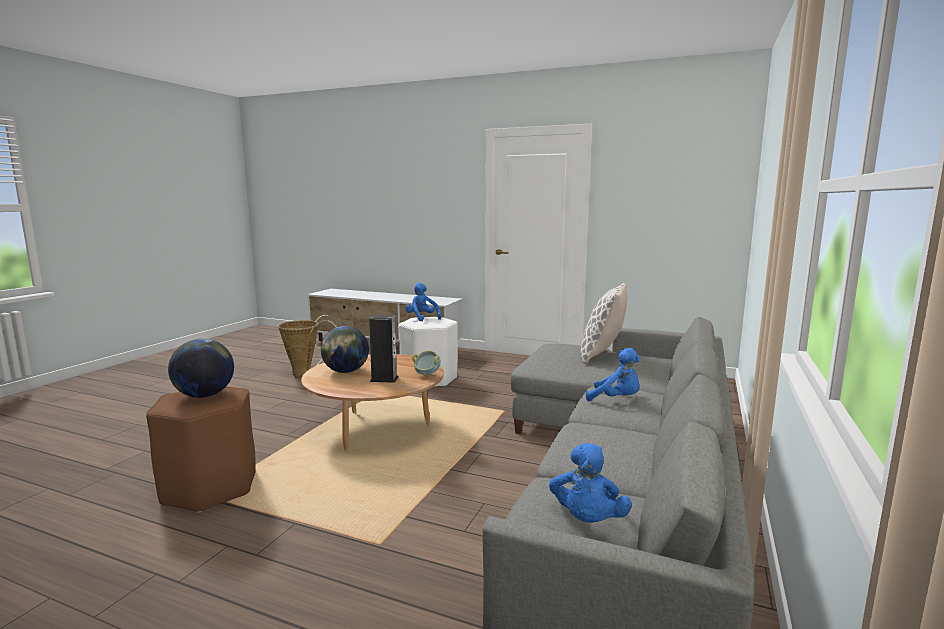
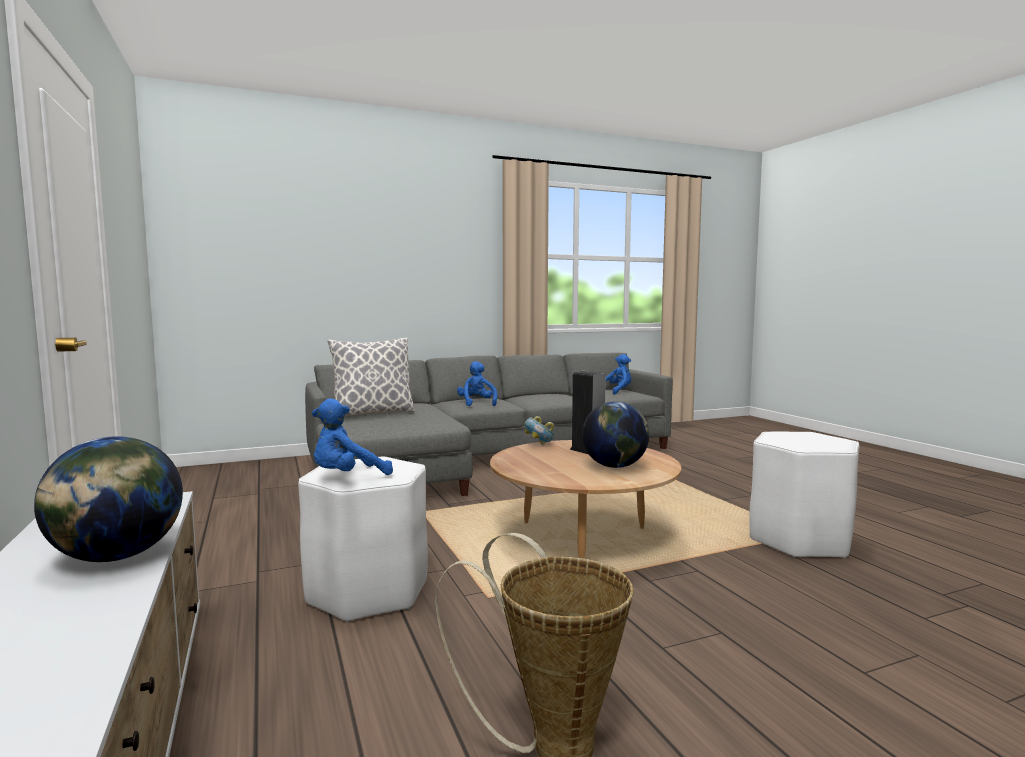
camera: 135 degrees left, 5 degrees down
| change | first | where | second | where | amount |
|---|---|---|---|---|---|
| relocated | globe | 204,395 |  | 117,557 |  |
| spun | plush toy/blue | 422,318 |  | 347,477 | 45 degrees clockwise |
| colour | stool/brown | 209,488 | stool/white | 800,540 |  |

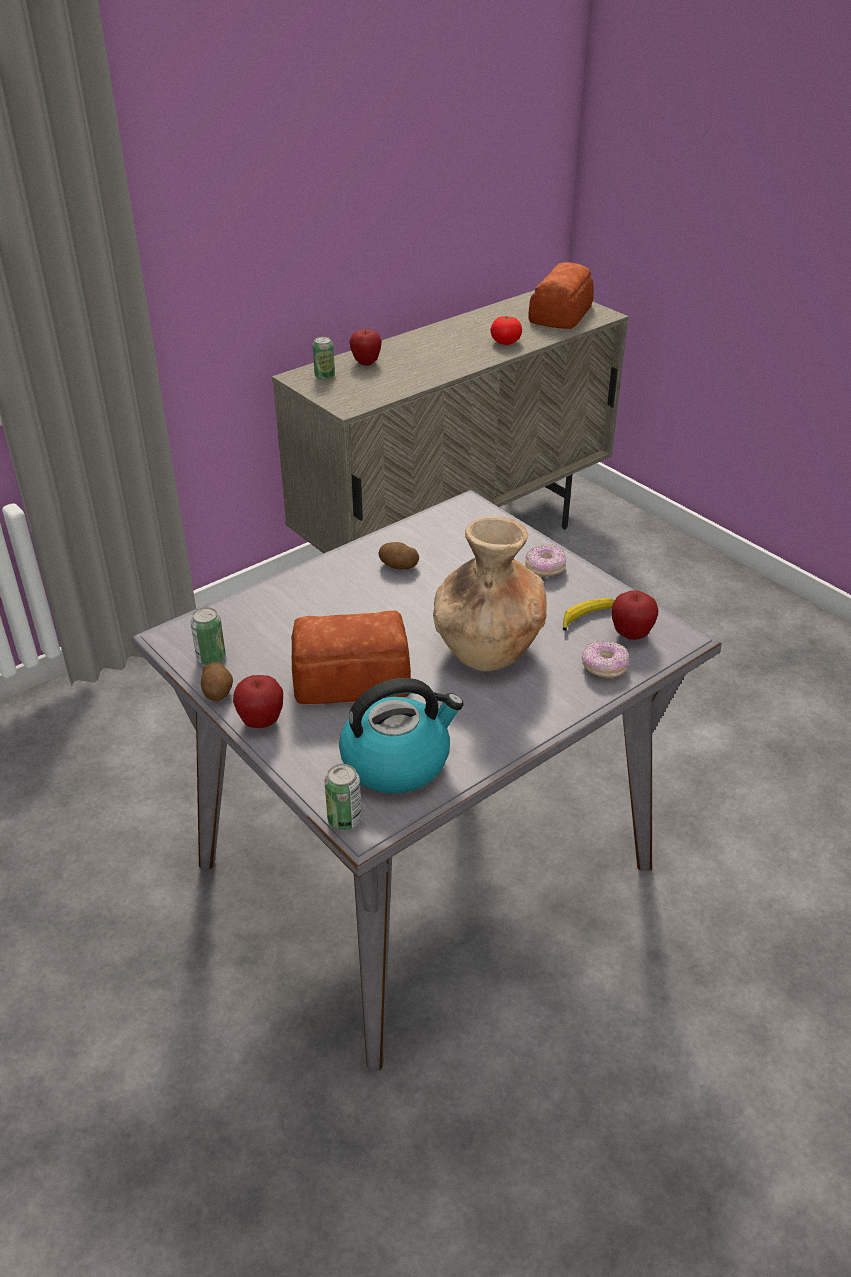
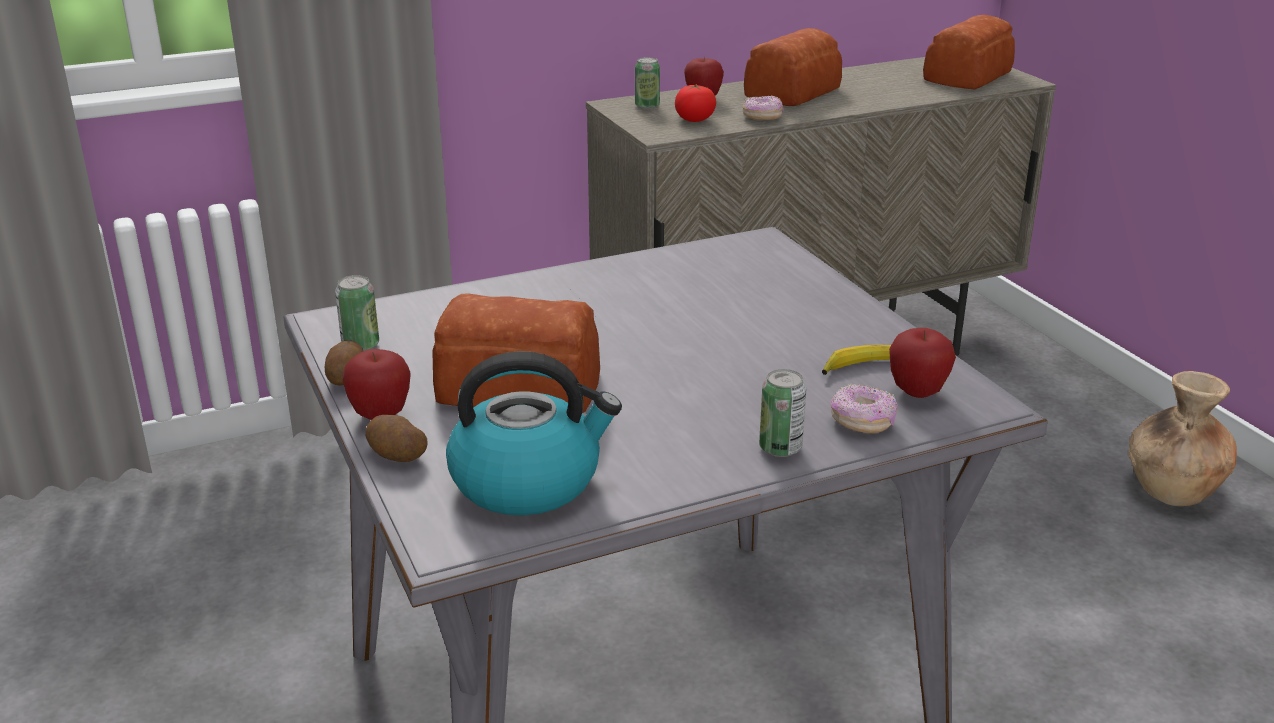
camera: 15 degrees right, 10 degrees down
| change | first | where | second | where | amount |
|---|---|---|---|---|---|
| relocated | potato | 398,566 |  | 396,455 |  |
| relocated | tomato | 505,342 |  | 695,119 |  |
| relocated | donut | 545,569 |  | 762,117 |  |
| appeared |  |  | bread | 789,92 |  |
| relocated | can | 344,819 |  | 780,448 |  |
| relocated | vase/brown | 488,647 |  | 1173,488 |  |

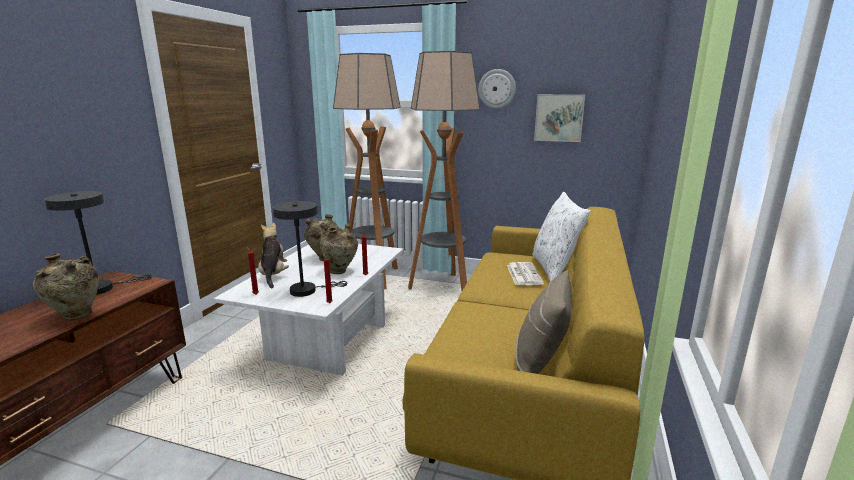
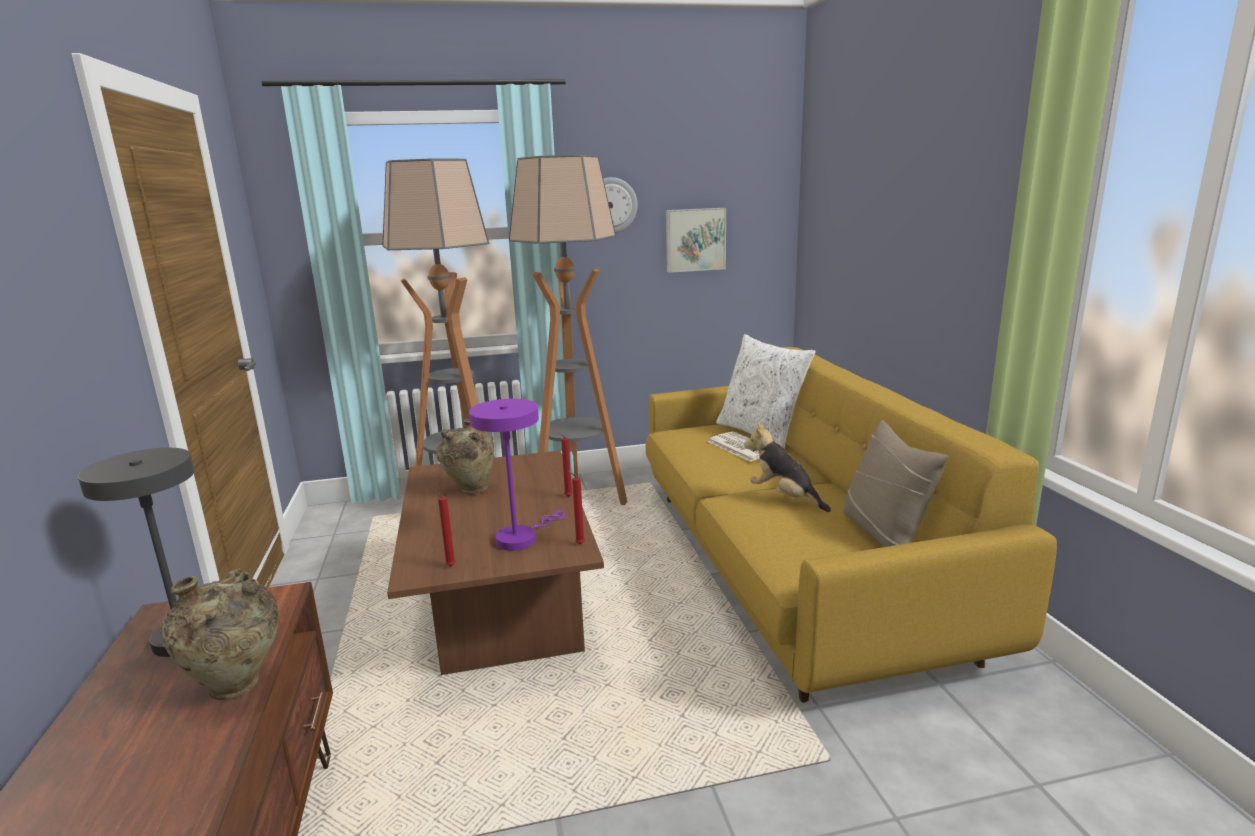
camera: 30 degrees left, 0 degrees up
| change | first | where | second | where | amount |
|---|---|---|---|---|---|
| colour | coffee table/white | 326,340 | coffee table/brown | 502,617 |  |
| colour | table lamp/grey | 307,290 | table lamp/purple | 520,537 |  |
| relocated | plush toy | 273,275 |  | 784,497 |  |
| missing | vase/beige | 340,271 |  |  |  |

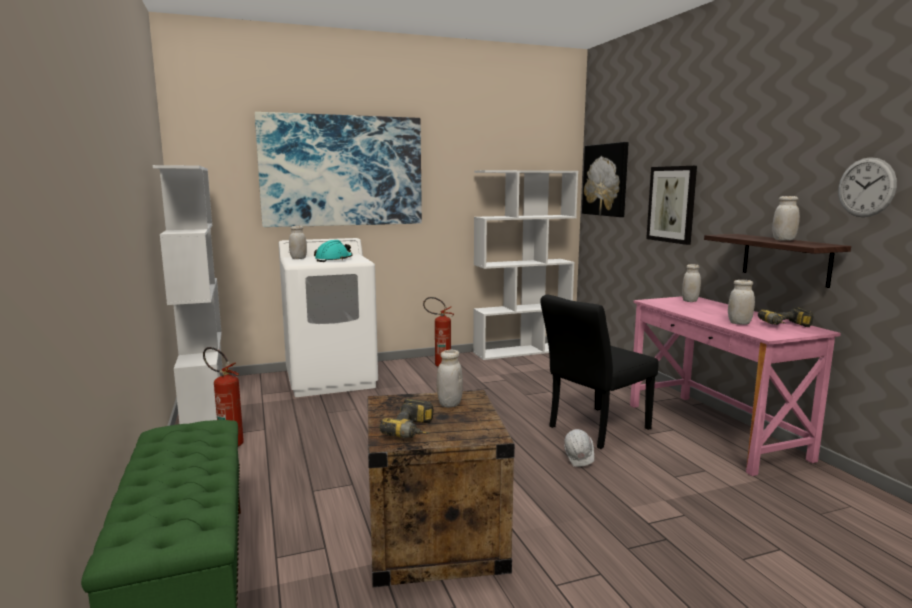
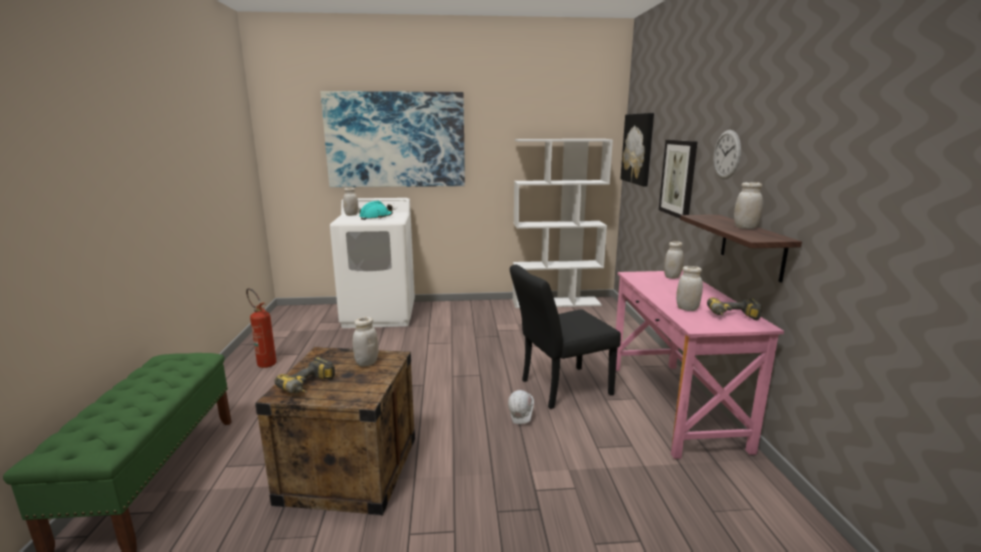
camera: 15 degrees right, 5 degrees up
| change | first | where | second | where | amount |
|---|---|---|---|---|---|
| relocated | wall clock | 866,187 |  | 727,154 |  |
| missing | bookcase/white | 204,404 |  |  |  |
| missing | fire extinguisher | 438,365 |  |  |  |

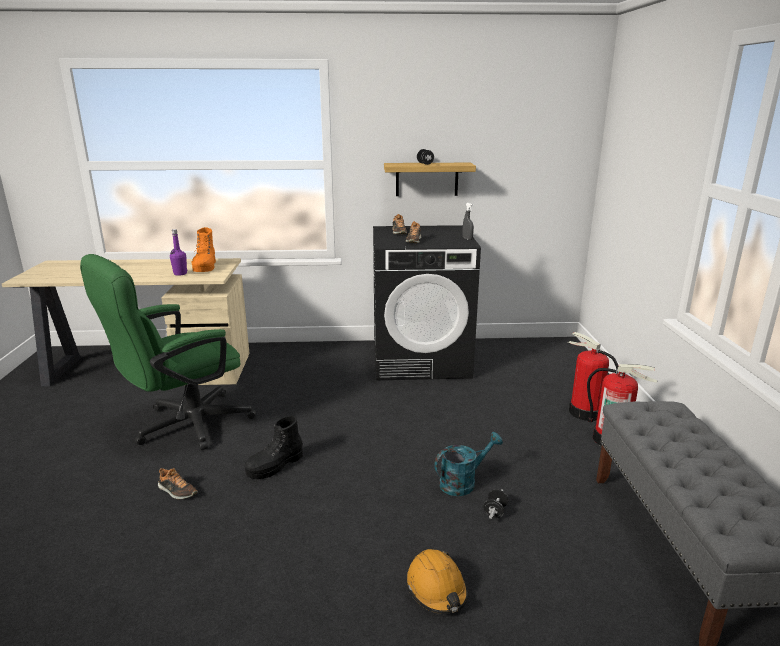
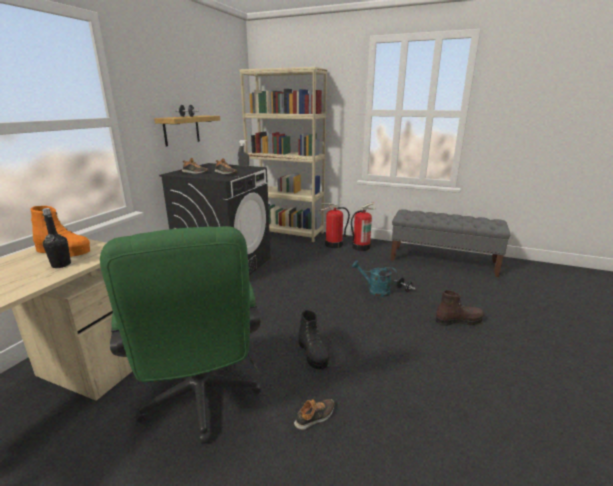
camera: 65 degrees left, 0 degrees up
| change | first | where | second | where | amount |
|---|---|---|---|---|---|
| colour | bottle/purple | 180,274 | bottle/black | 61,265 |  |
| appeared |  |  | bookcase/beige | 287,232 |  |
| spun | watering can/turquoise | 463,482 |  | 375,290 | 60 degrees counterclockwise |
| exchanged | hard hat/orange | 437,589 | boot/brown | 458,321 |  |

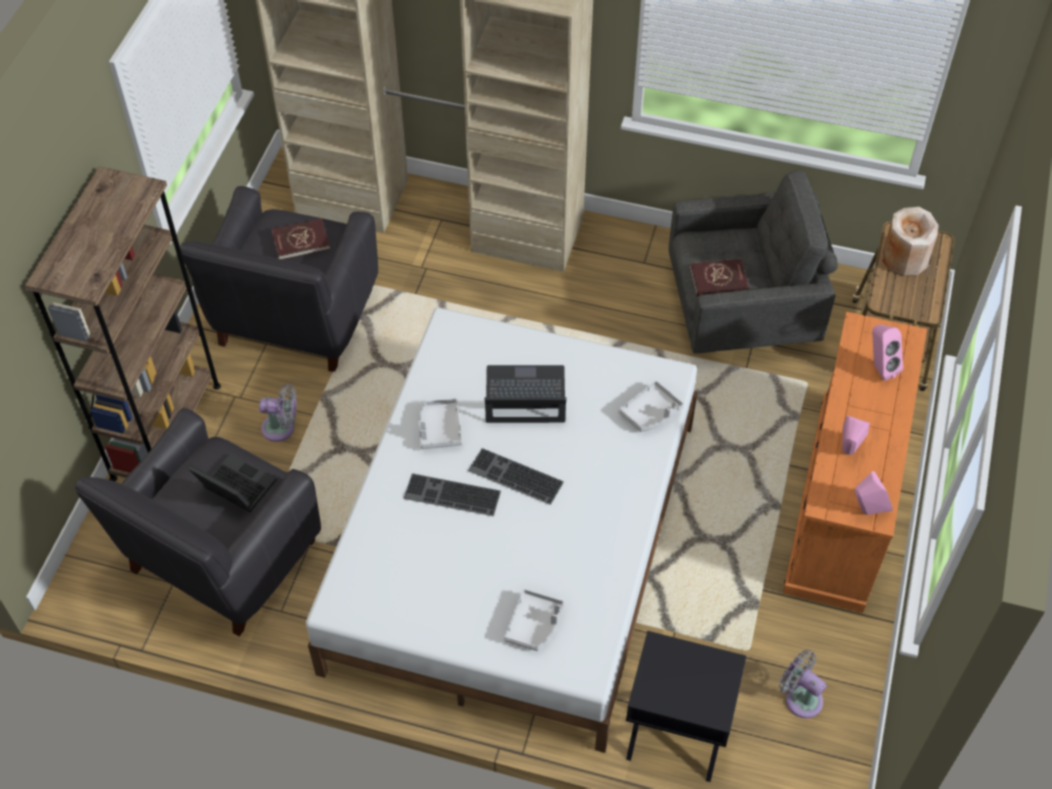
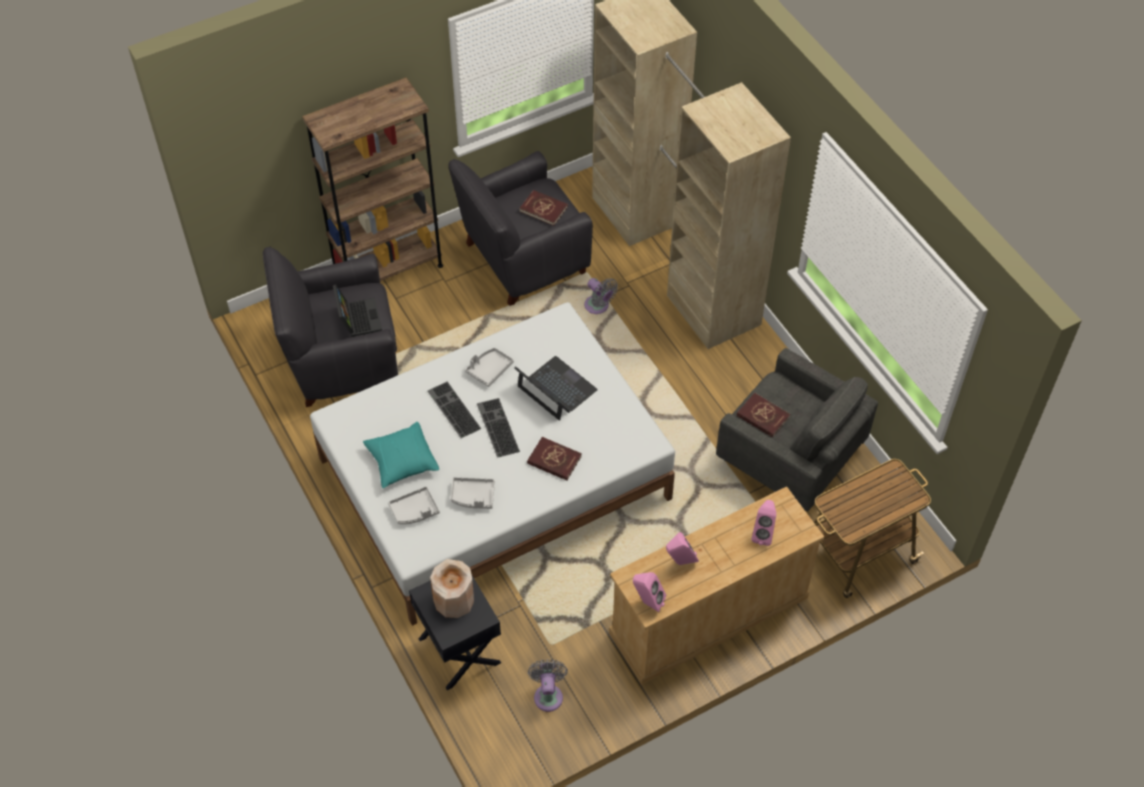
camera: 45 degrees right, 0 degrees up
| change | first | where | second | where | amount |
|---|---|---|---|---|---|
| appeared |  |  | pillow/turquoise | 401,461 |  |
| relocated | vase/beige | 904,258 |  | 453,599 |  |
| relocated | tray/grey | 651,413 |  | 473,496 |  |
| appeared |  |  | book/red | 554,460 |  |
| relocated | fan/grey | 282,428 |  | 598,307 |  |
| colour | dresser/orange | 841,503 | dresser/beige | 708,616 |  |

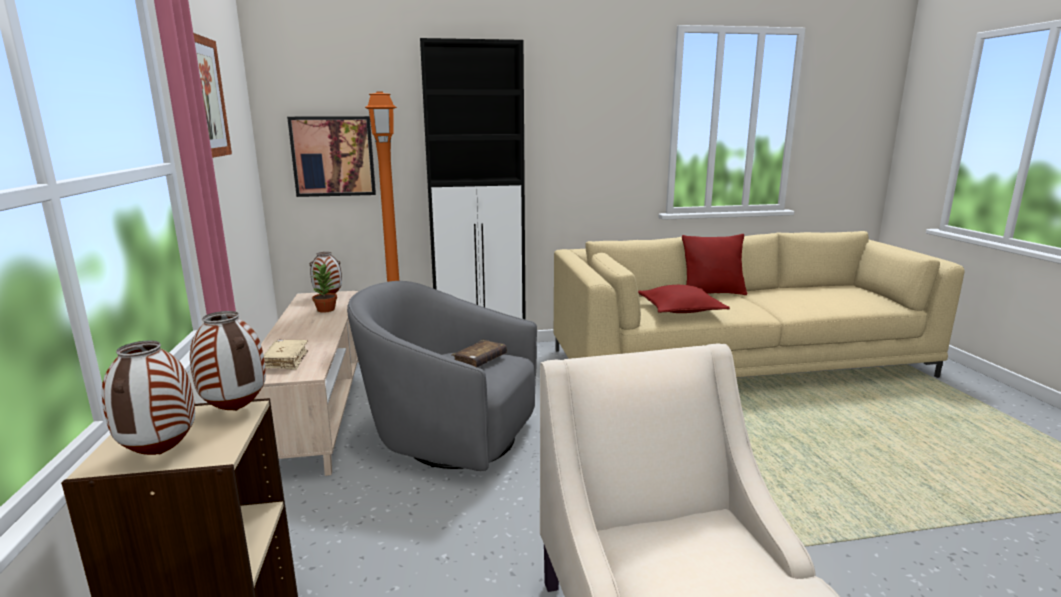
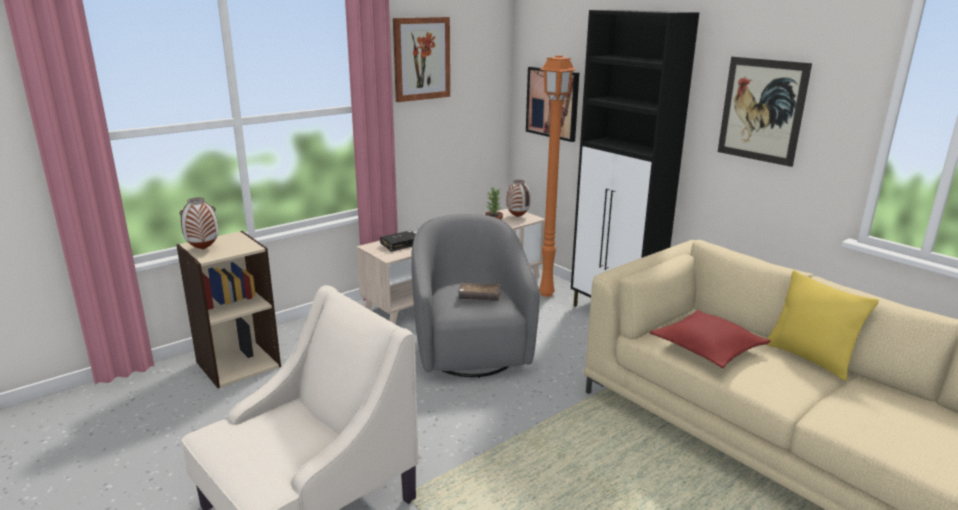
camera: 60 degrees right, 5 degrees up
| change | first | where | second | where | amount |
|---|---|---|---|---|---|
| colour | book/beige | 286,361 | book/black | 400,245 |  |
| appeared |  |  | picture | 762,110 |  |
| colour | pillow/red | 712,293 | pillow/yellow | 809,358 |  |
| missing | vase | 234,410 |  |  |  |

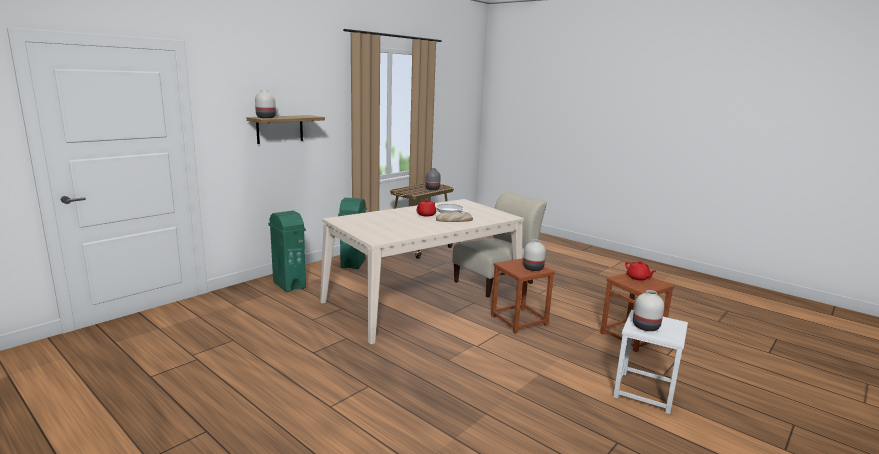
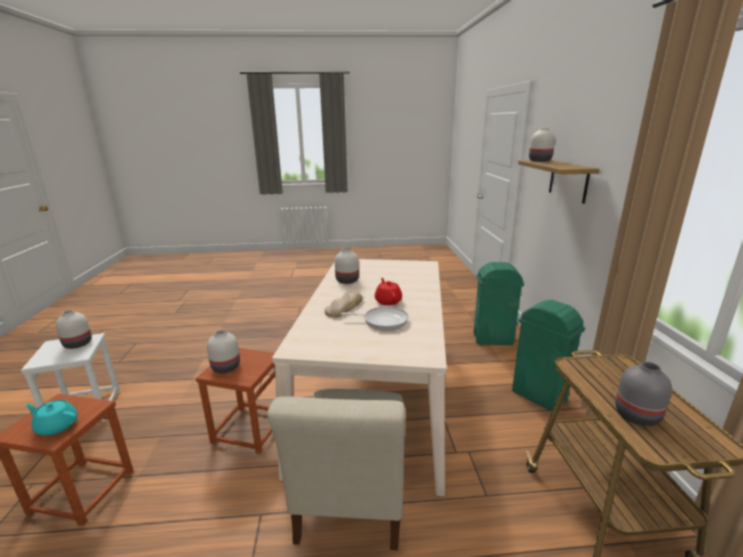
camera: 135 degrees right, 5 degrees up
| change | first | where | second | where | amount |
|---|---|---|---|---|---|
| colour | teapot/red | 638,278 | teapot/turquoise | 56,426 |  |
| appeared |  |  | vase/white | 347,280 |  |

